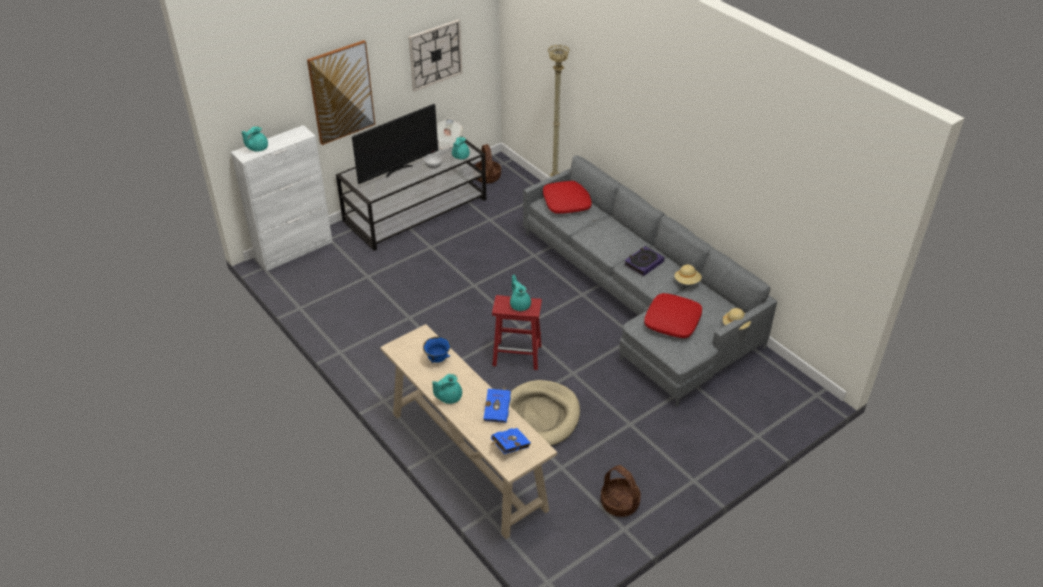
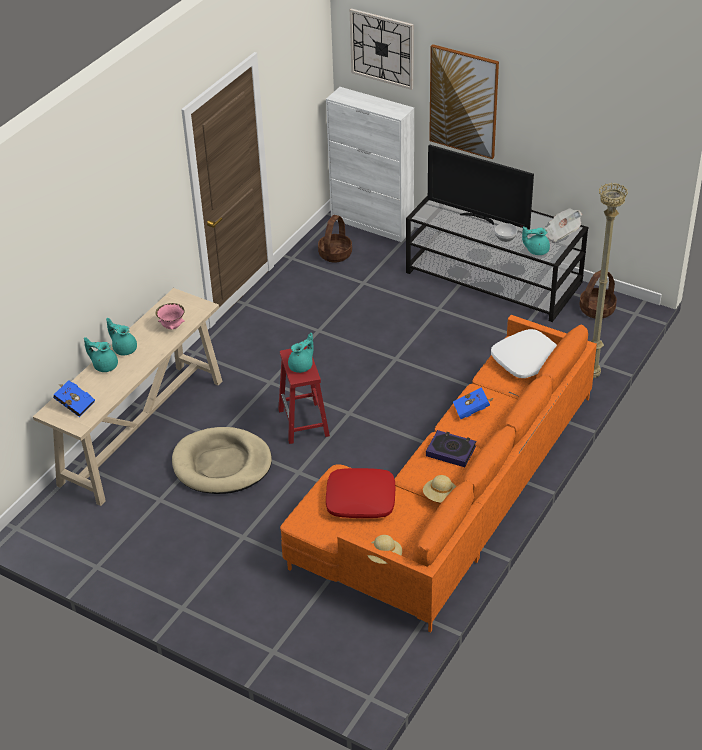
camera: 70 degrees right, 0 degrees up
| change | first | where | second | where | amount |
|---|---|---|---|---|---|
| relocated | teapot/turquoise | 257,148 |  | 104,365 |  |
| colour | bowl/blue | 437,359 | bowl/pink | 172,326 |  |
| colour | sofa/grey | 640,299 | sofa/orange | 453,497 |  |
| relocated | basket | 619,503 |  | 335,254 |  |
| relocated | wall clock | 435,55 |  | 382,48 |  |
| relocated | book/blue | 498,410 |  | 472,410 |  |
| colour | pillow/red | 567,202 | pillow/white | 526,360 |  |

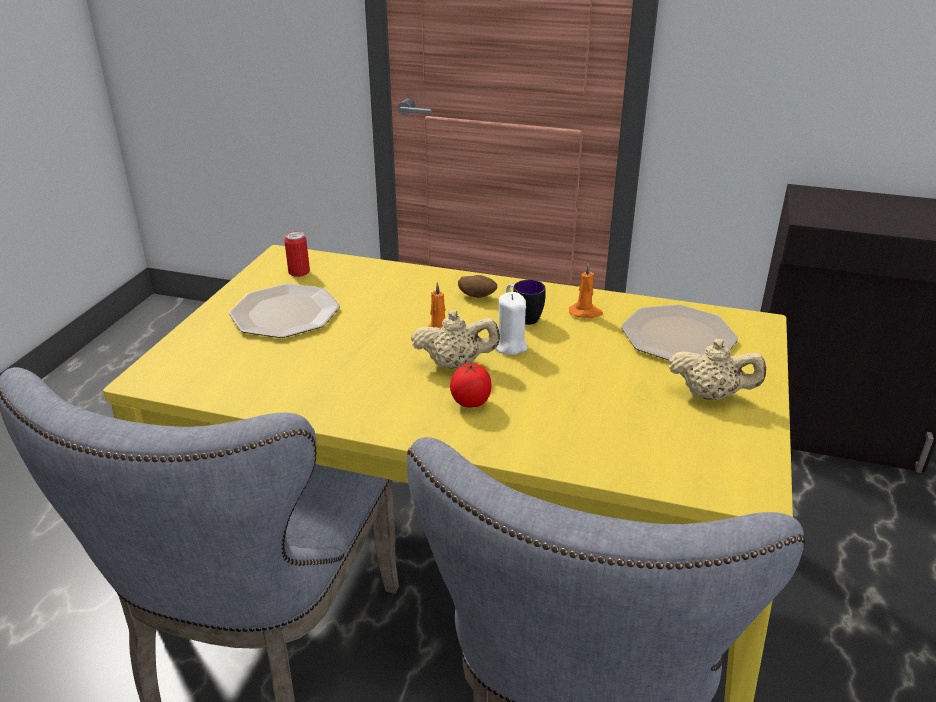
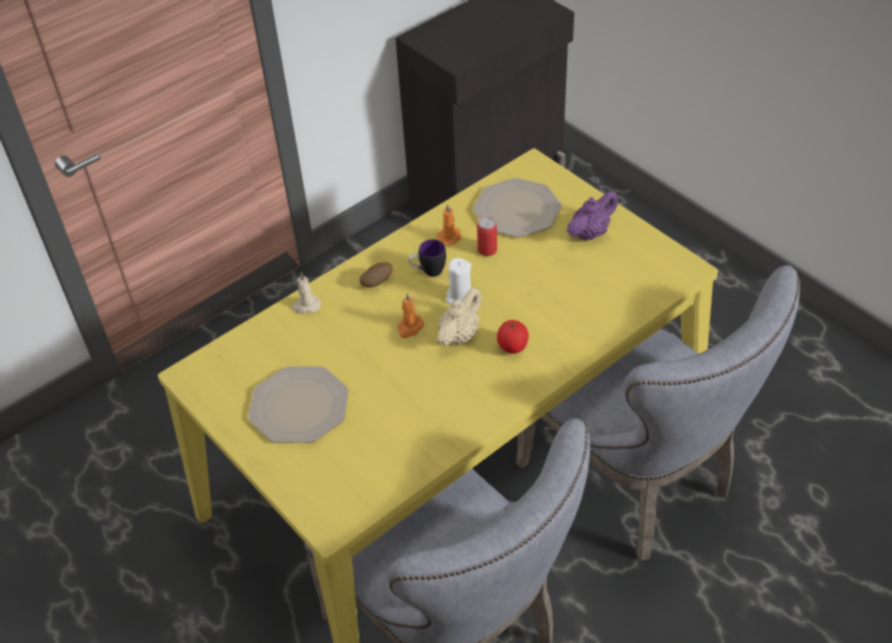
camera: 55 degrees left, 15 degrees up
| change | first | where | second | where | amount |
|---|---|---|---|---|---|
| appeared |  |  | candle/beige | 306,306 |  |
| relocated | can | 299,272 |  | 487,250 |  |
| colour | teapot/beige | 711,395 | teapot/purple | 590,233 |  |

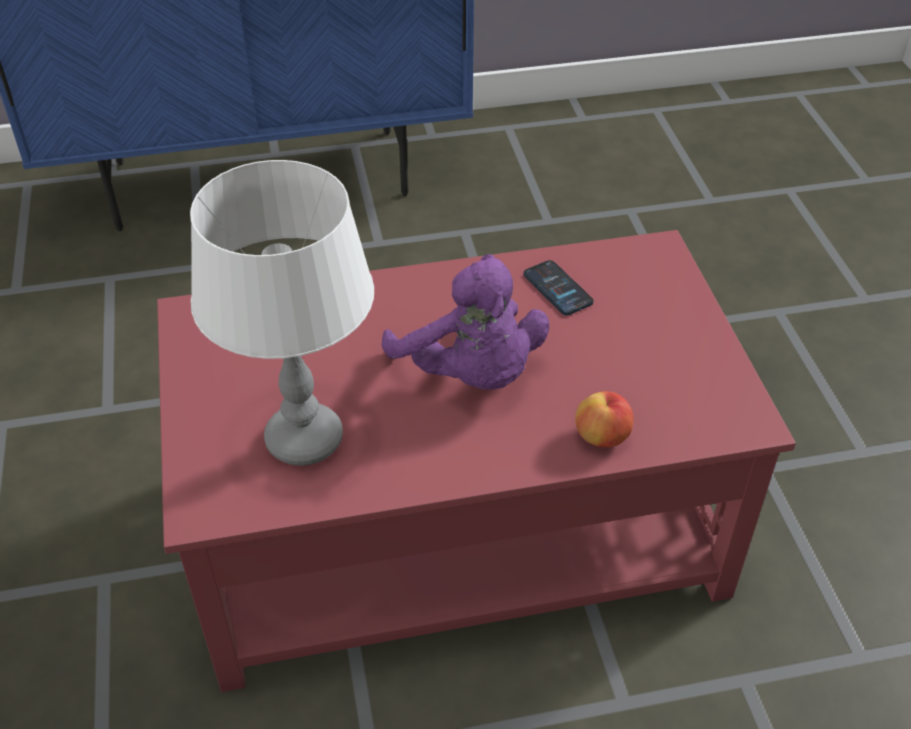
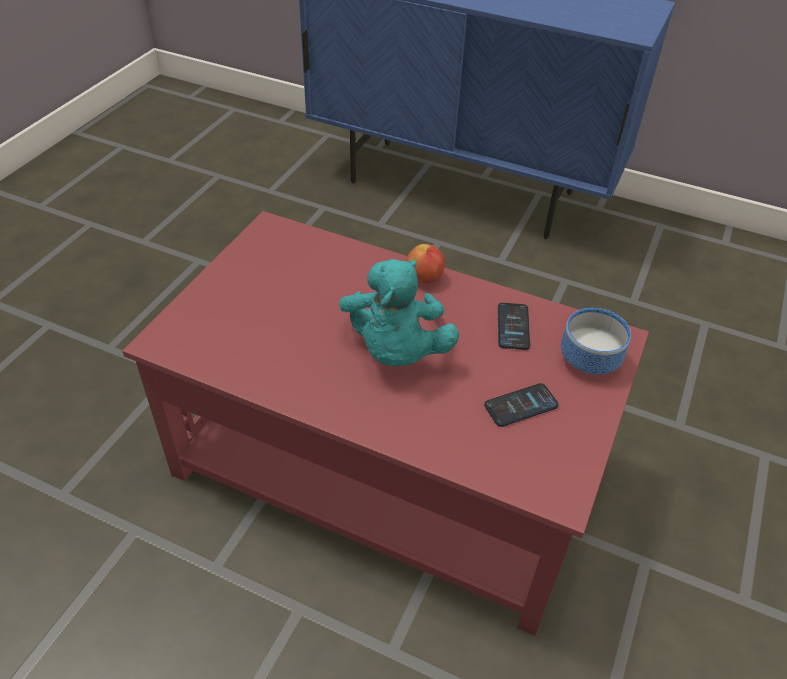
camera: 35 degrees right, 0 degrees up
| change | first | where | second | where | amount |
|---|---|---|---|---|---|
| colour | plush toy/purple | 471,374 | plush toy/turquoise | 396,351 |  |
| relocated | apple | 602,437 |  | 424,277 |  |
| appeared |  |  | phone | 521,406 |  |
| appeared |  |  | bowl | 590,358 |  |
| missing | table lamp/white | 305,440 |  |  |  |

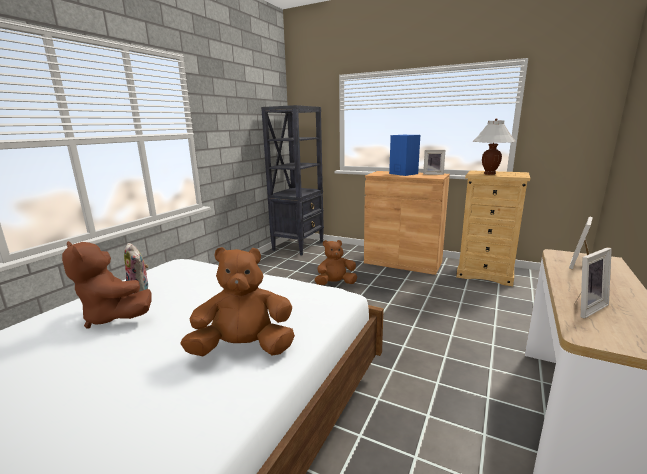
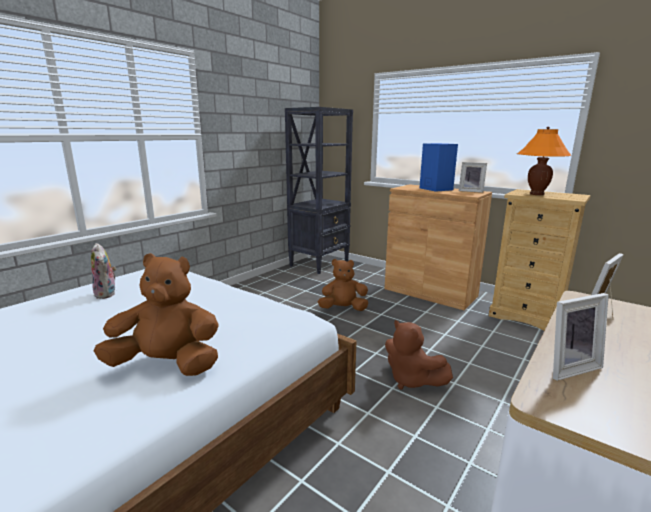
camera: 10 degrees right, 0 degrees up
| change | first | where | second | where | amount |
|---|---|---|---|---|---|
| relocated | plush toy/brown | 114,317 |  | 411,380 |  |
| colour | table lamp/white | 489,174 | table lamp/orange | 536,194 |  |

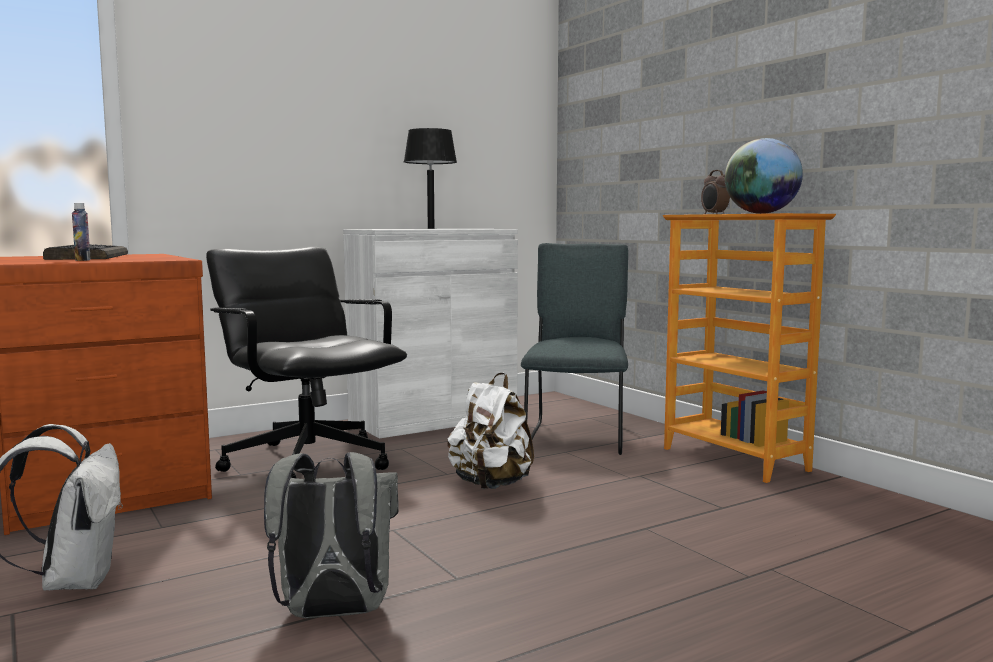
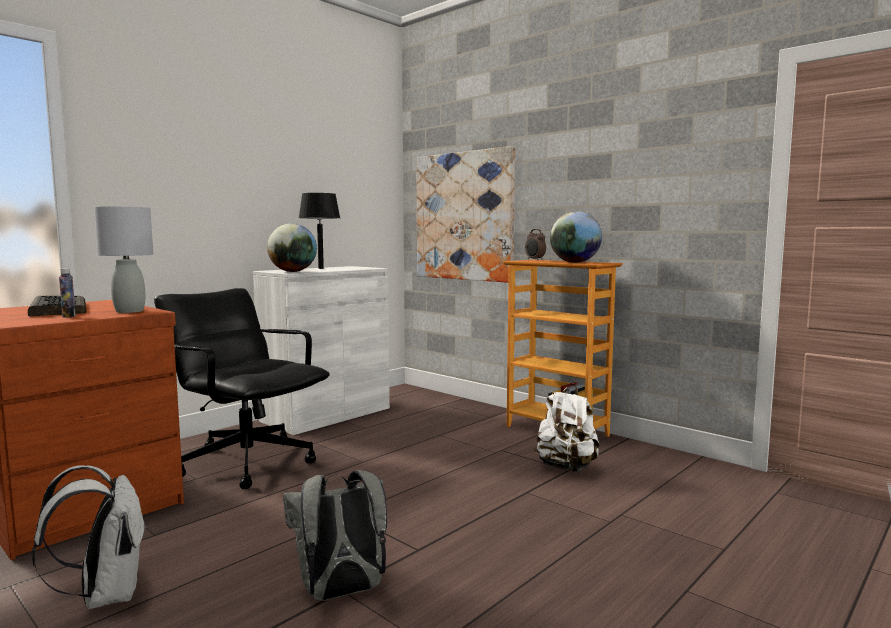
camera: 15 degrees left, 0 degrees up
| change | first | where | second | where | amount |
|---|---|---|---|---|---|
| appeared |  |  | table lamp/grey | 130,311 |  |
| appeared |  |  | globe | 293,271 |  |
| appeared |  |  | picture | 464,216 |  |
| relocated | backpack/white | 491,485 |  | 566,467 |  |
| missing | chair/grey | 577,437 |  |  |  |

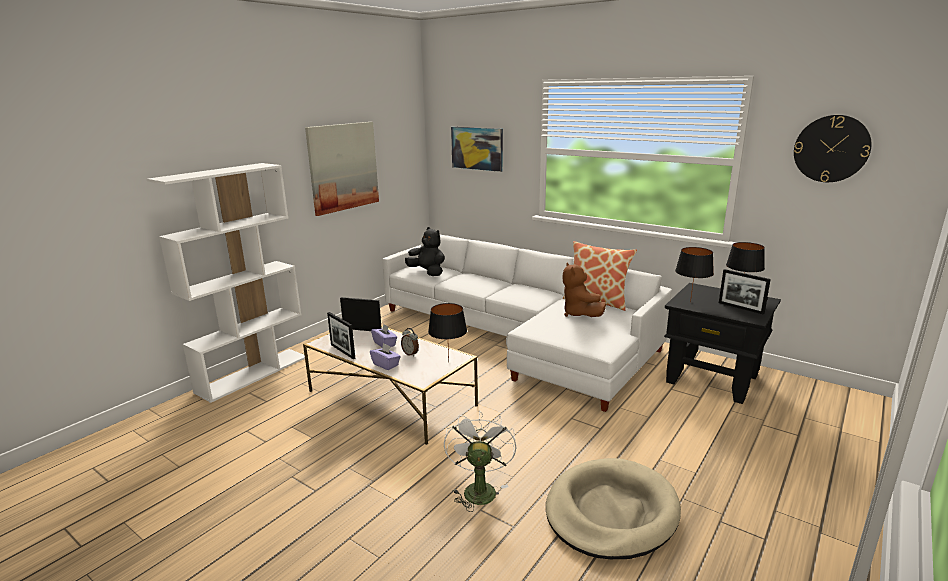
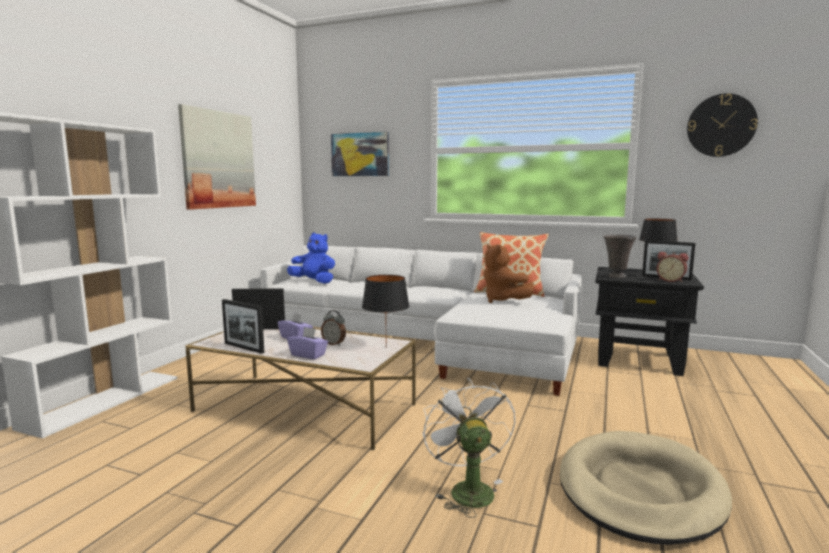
camera: 15 degrees left, 10 degrees down
| change | first | where | second | where | amount |
|---|---|---|---|---|---|
| colour | plush toy/black | 427,272 | plush toy/blue | 314,282 |  |
| exchanged | table lamp/black | 690,302 | vase/grey | 616,277 |  |
| appeared |  |  | alarm clock | 670,280 |  |

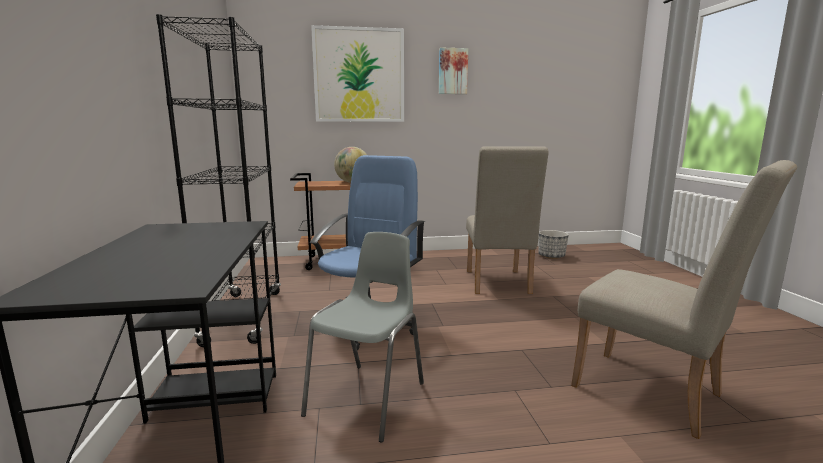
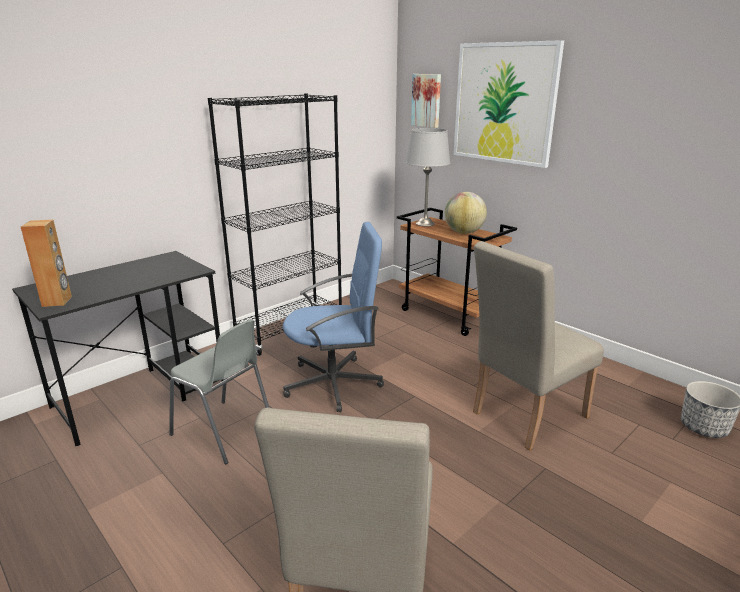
camera: 55 degrees right, 10 degrees up
| change | first | where | second | where | amount |
|---|---|---|---|---|---|
| appeared |  |  | speaker/brown | 57,301 |  |
| spun | chair/grey | 368,398 |  | 224,432 | 45 degrees clockwise |
| appeared |  |  | table lamp/grey | 425,223 |  |
| relocated | picture | 452,71 |  | 427,100 |  |

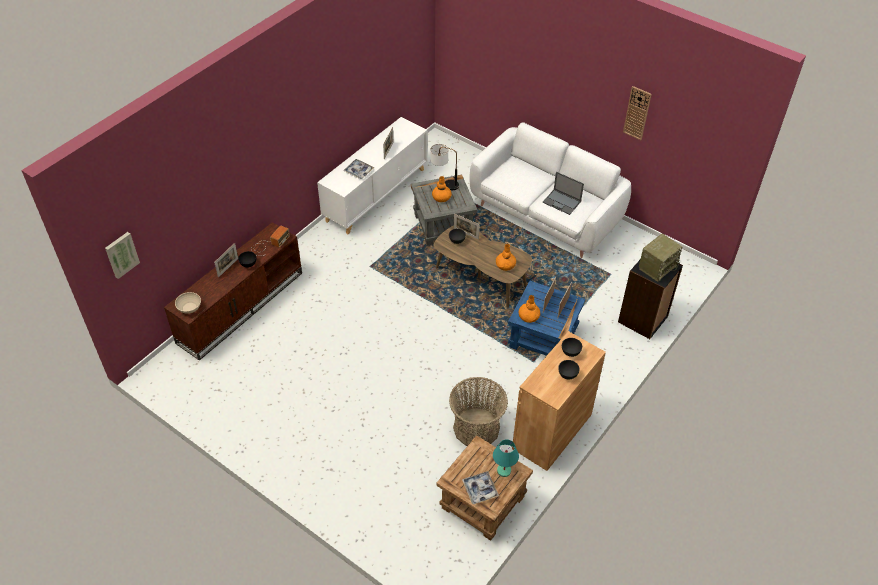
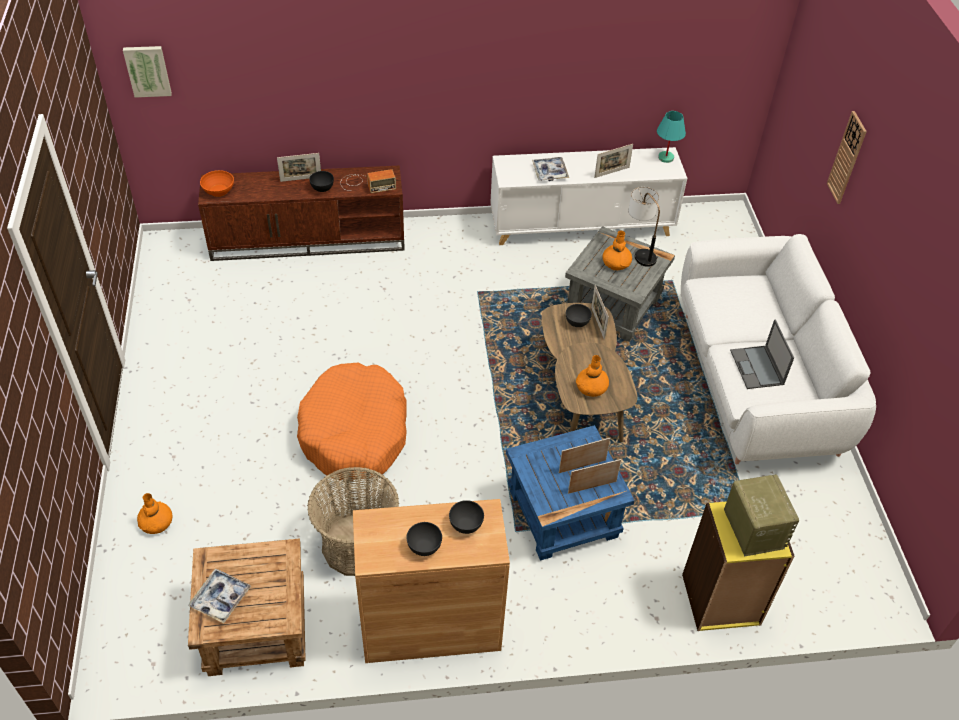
camera: 45 degrees right, 0 degrees up
| change | first | where | second | where | amount |
|---|---|---|---|---|---|
| relocated | vase/orange | 529,316 |  | 157,523 |  |
| colour | bowl/beige | 189,308 | bowl/orange | 218,191 |  |
| appeared |  |  | dog bed/orange | 355,433 |  |
| relocated | table lamp/turquoise | 503,470 |  | 666,157 |  |
| colour | bookcase/black | 643,319 | bookcase/yellow | 721,600 |  |
| spun | radio | 657,267 |  | 752,529 | 105 degrees counterclockwise |
| relocated | wall clock | 637,113 |  | 847,158 |  |

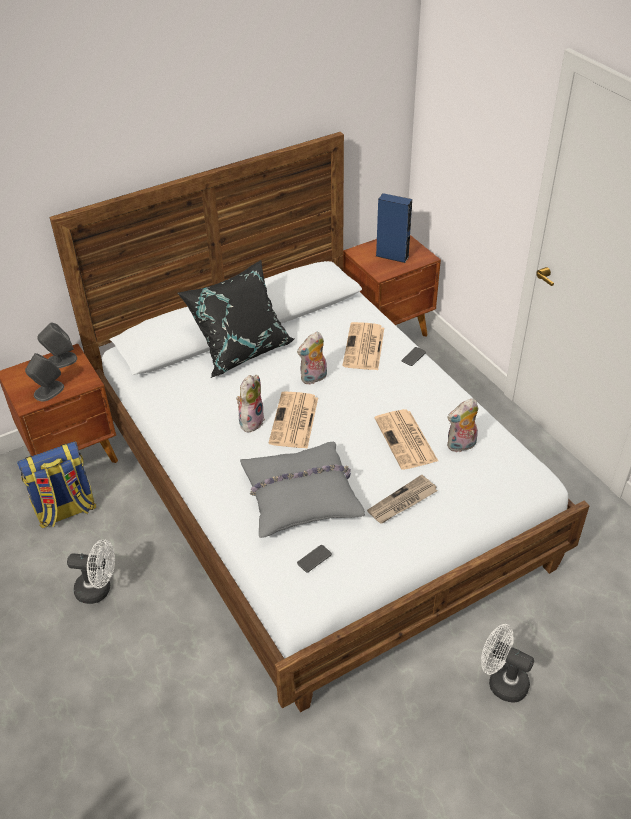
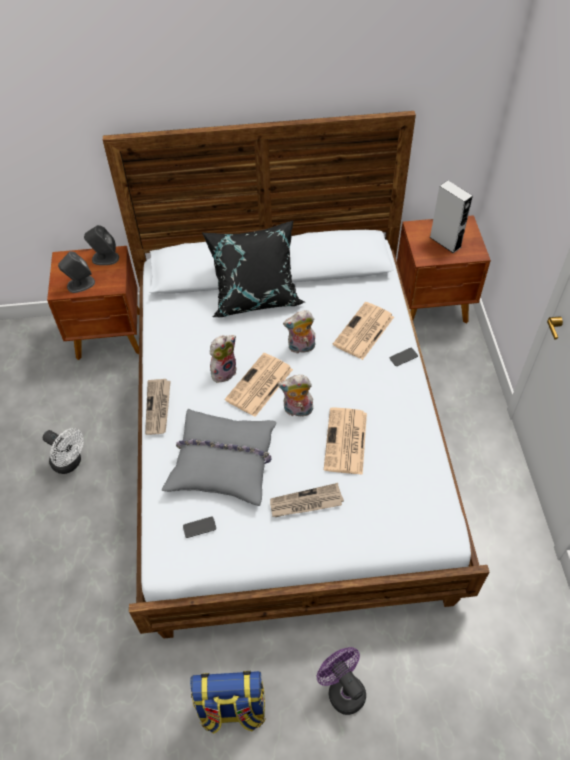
camera: 25 degrees right, 10 degrees up
| change | first | where | second | where | amount |
|---|---|---|---|---|---|
| appeared |  |  | newspaper | 158,408 |  |
| relocated | backpack | 65,510 |  | 232,709 |  |
| relocated | plush toy | 461,446 |  | 297,411 |  |
| colour | fan/white | 501,681 | fan/purple | 342,689 |  |
| colour | speaker/blue | 392,256 | speaker/grey | 445,242 |  |

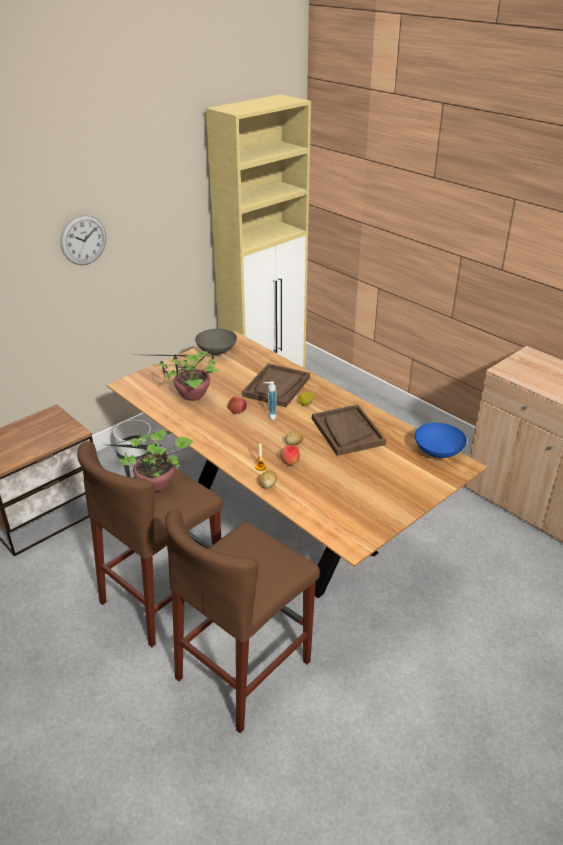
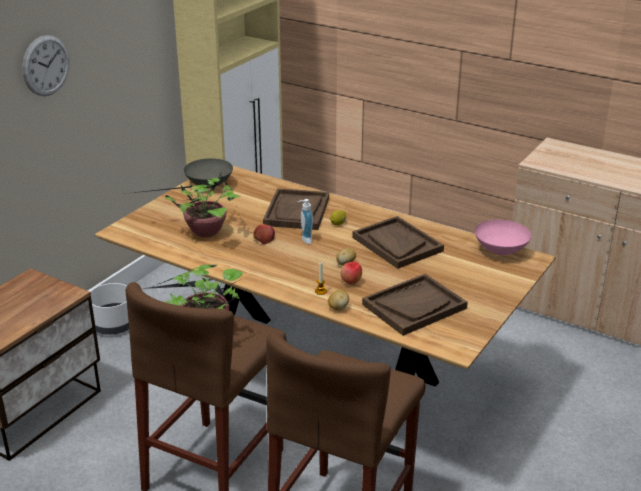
camera: 15 degrees left, 5 degrees down
| change | first | where | second | where | amount |
|---|---|---|---|---|---|
| appeared |  |  | tray/brown | 414,306 |  |
| colour | bowl/blue | 438,453 | bowl/pink | 501,251 |  |

